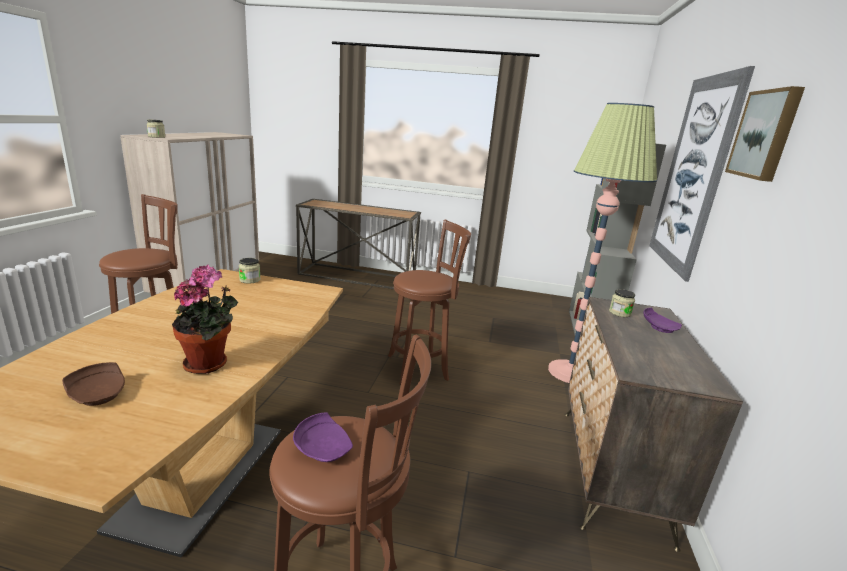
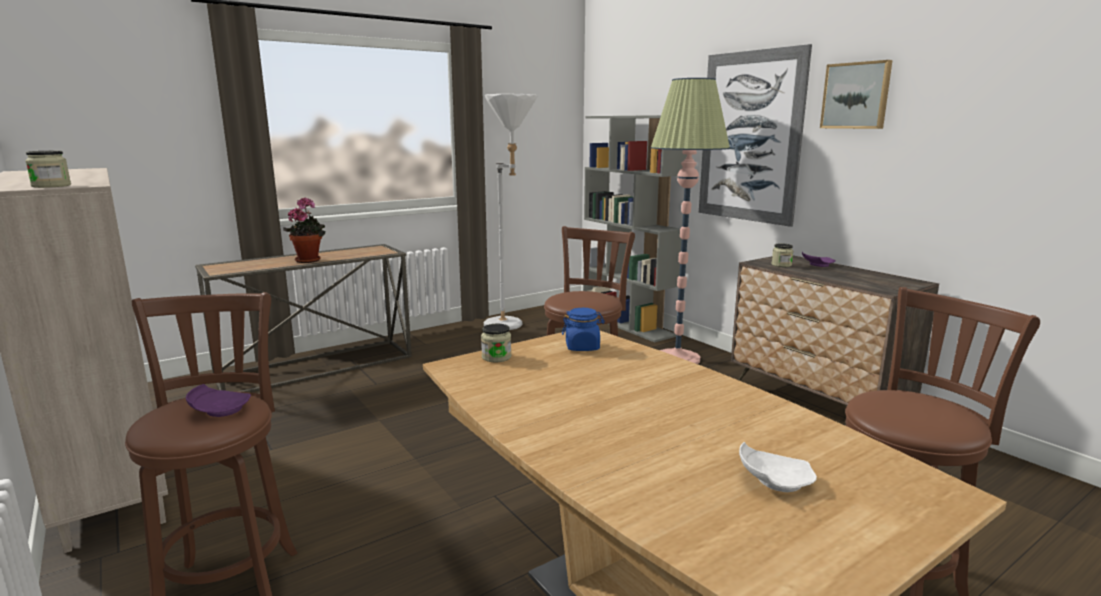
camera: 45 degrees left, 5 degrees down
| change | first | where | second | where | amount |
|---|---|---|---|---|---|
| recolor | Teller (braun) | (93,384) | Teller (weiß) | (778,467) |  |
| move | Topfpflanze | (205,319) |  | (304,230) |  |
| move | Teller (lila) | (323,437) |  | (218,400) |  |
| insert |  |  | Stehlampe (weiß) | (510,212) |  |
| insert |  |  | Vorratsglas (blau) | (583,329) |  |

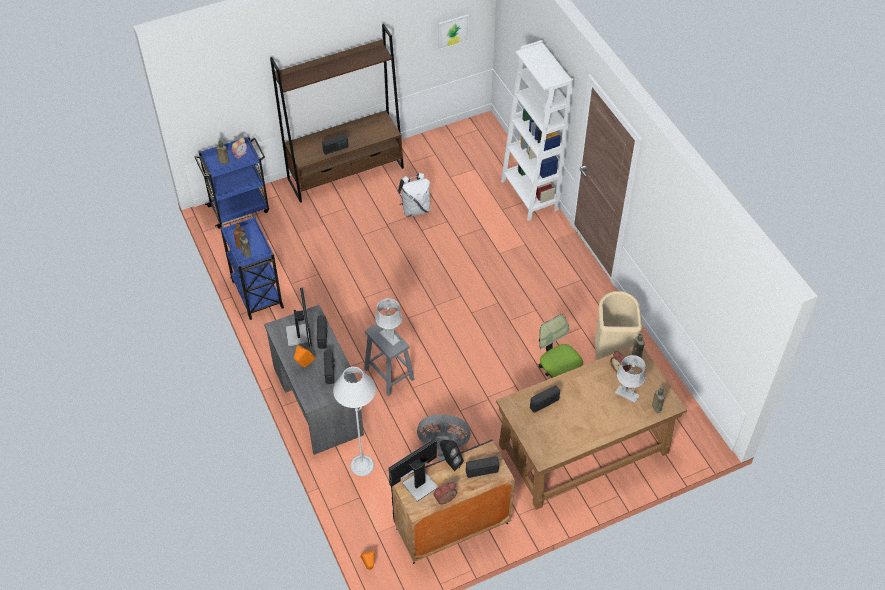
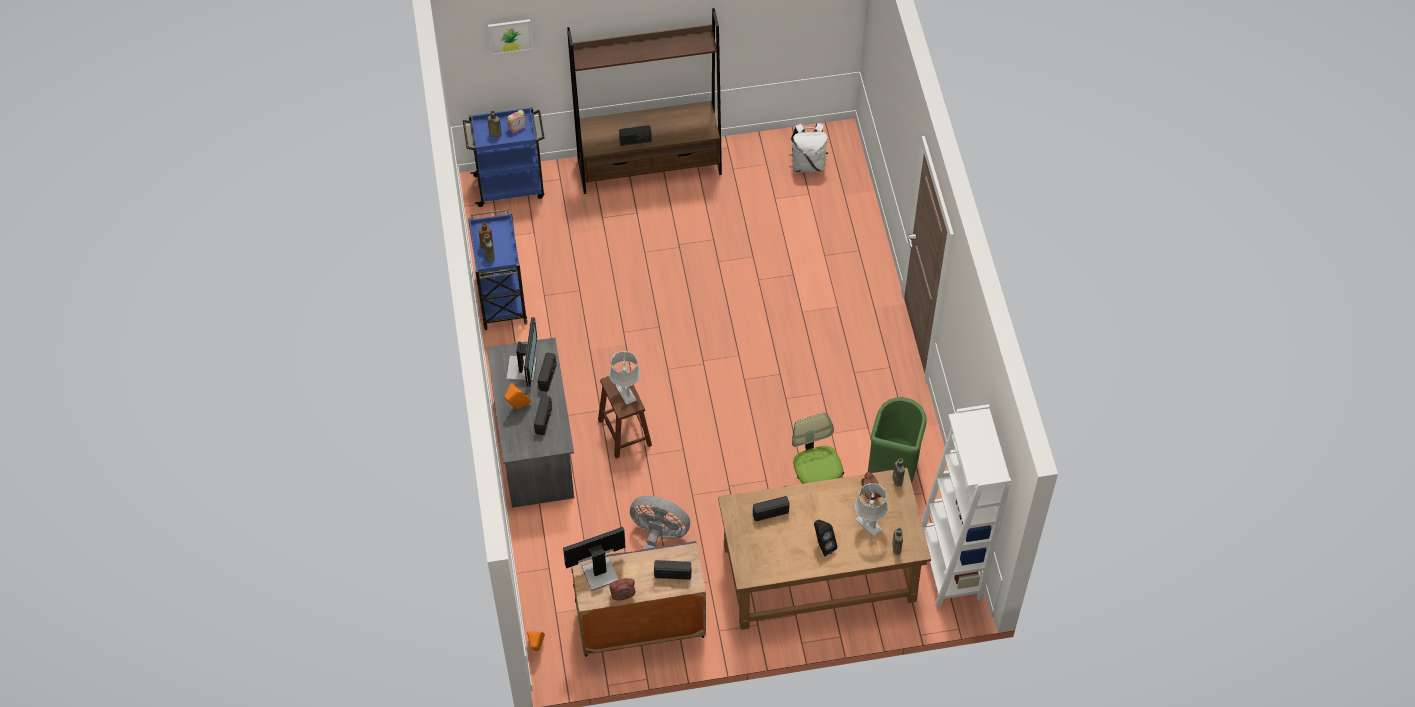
camera: 15 degrees right, 5 degrees up
| change | first | where | second | where | amount |
|---|---|---|---|---|---|
| delete | Stehlampe (grau) | (354,421) |  |  |  |
| recolor | Hocker (grau) | (389,360) | Hocker (braun) | (625,417) |  |
| move | Rucksack (weiß) | (413,195) |  | (808,147) |  |
| move | Bild | (453,32) |  | (510,37) |  |
| move | Lautsprecher (schwarz) | (452,455) |  | (825,538) |  |
| move | Bücherregal (weiß) | (537,130) |  | (966,505) |  |
| recolor | Mülleimer (beige) | (618,325) | Mülleimer (grün) | (897,440) |  |

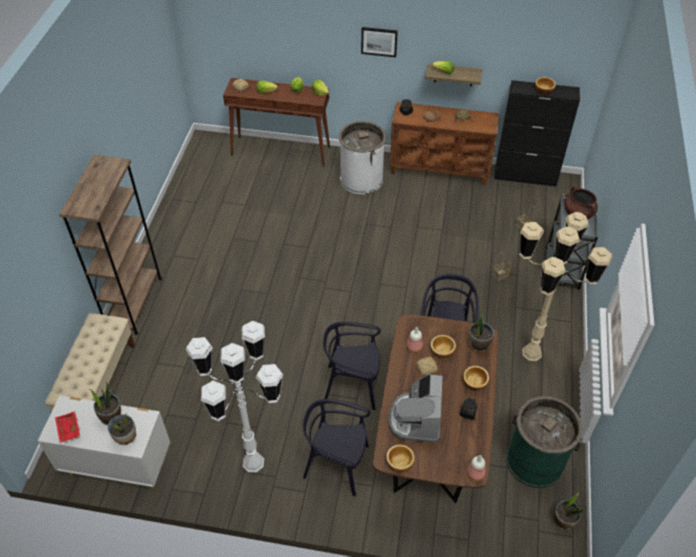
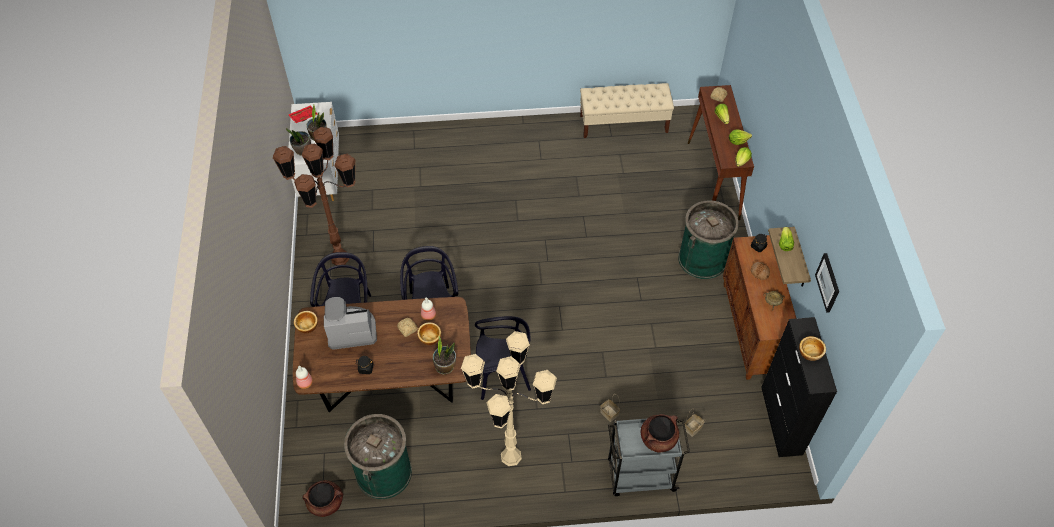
camera: 75 degrees right, 5 degrees up
| change | first | where | second | where | amount |
|---|---|---|---|---|---|
| move | Bank (beige) | (90,362) |  | (627,110) |  |
| delete | Bücherregal (braun) | (110,245) |  |  |  |
| recolor | Stehlampe (weiß) | (234,397) | Stehlampe (braun) | (314,196) |  |
| recolor | Mülleimer (weiß) | (362,157) | Mülleimer (grün) | (708,239) |  |
| move | Bild | (379,42) |  | (827,283) |  |
| delete | Schüssel | (476,378) |  |  |  |
| replace | Topfpflanze | (569,511) | Kochtopf (braun) | (322,498) |  |

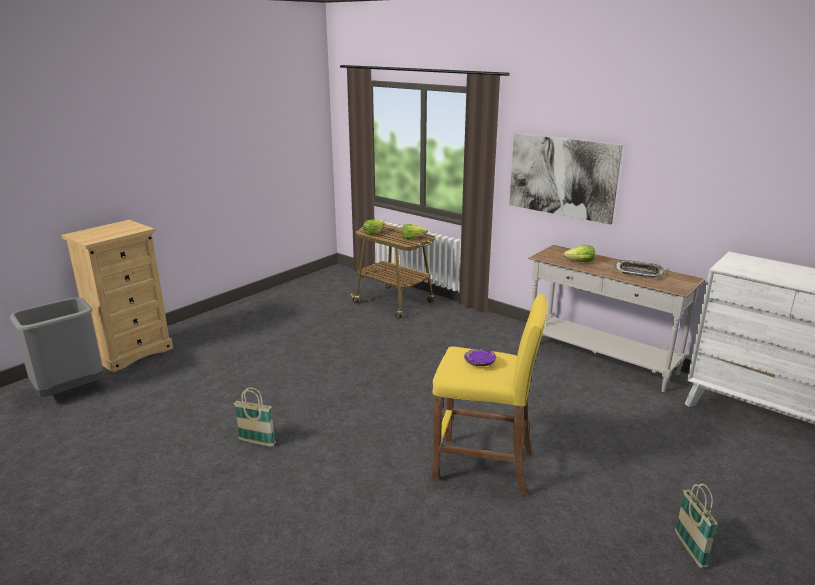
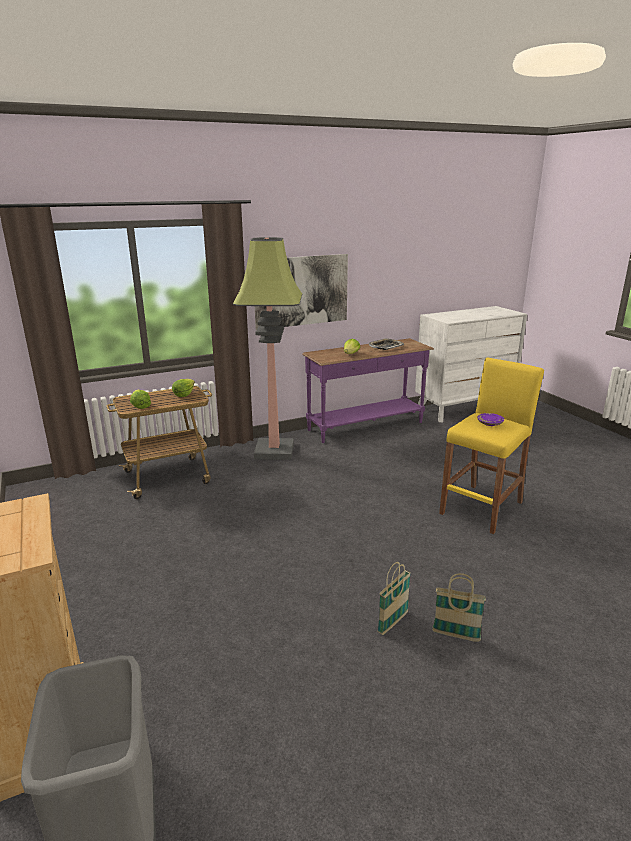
camera: 65 degrees left, 0 degrees up
| change | first | where | second | where | amount |
|---|---|---|---|---|---|
| recolor | Konsolentisch (weiß) | (616,318) | Konsolentisch (lila) | (368,390) |  |
| move | Korb | (696,526) |  | (459,607) |  |
| insert |  |  | Stehlampe | (267,348) |  |

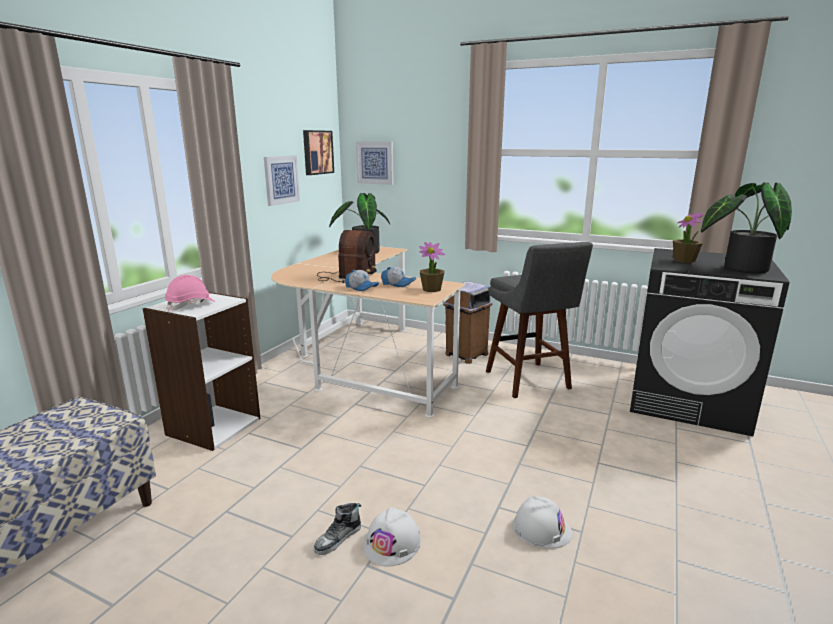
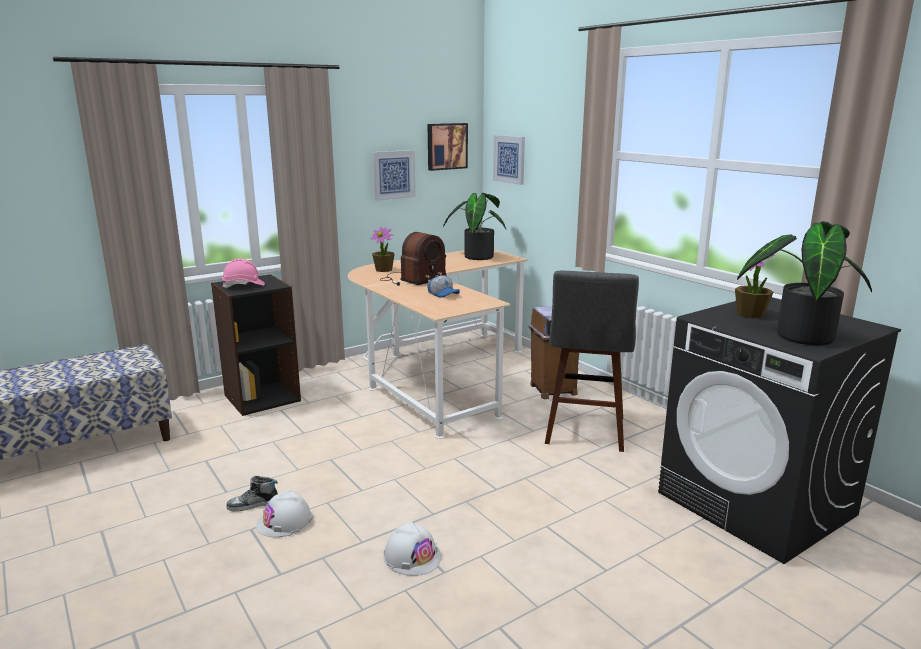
camera: 30 degrees right, 0 degrees up
| change | first | where | second | where | amount |
|---|---|---|---|---|---|
| recolor | Bücherregal (weiß) | (201,371) | Bücherregal (schwarz) | (256,345) |  |
| delete | Kappe | (362,280) |  |  |  |
| move | Topfpflanze | (432,267) |  | (383,249) |  |

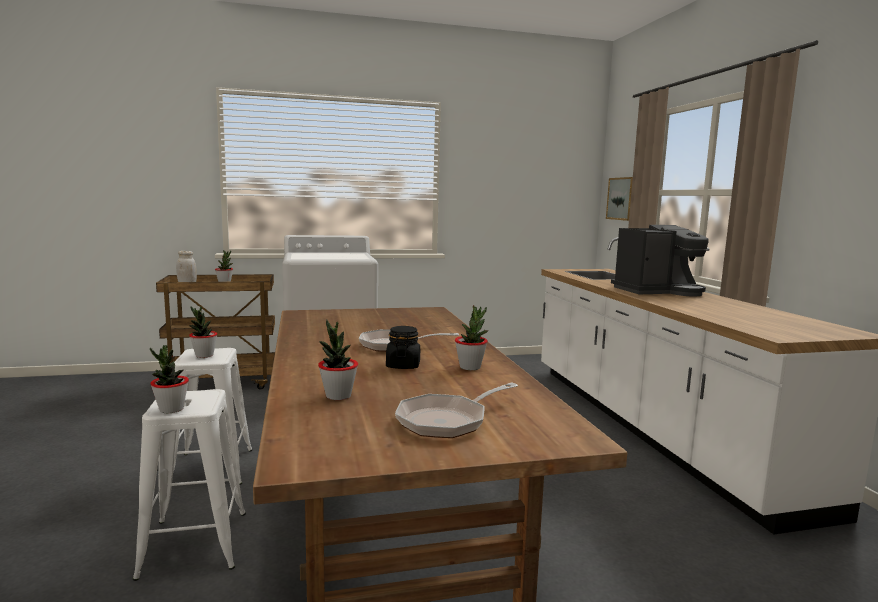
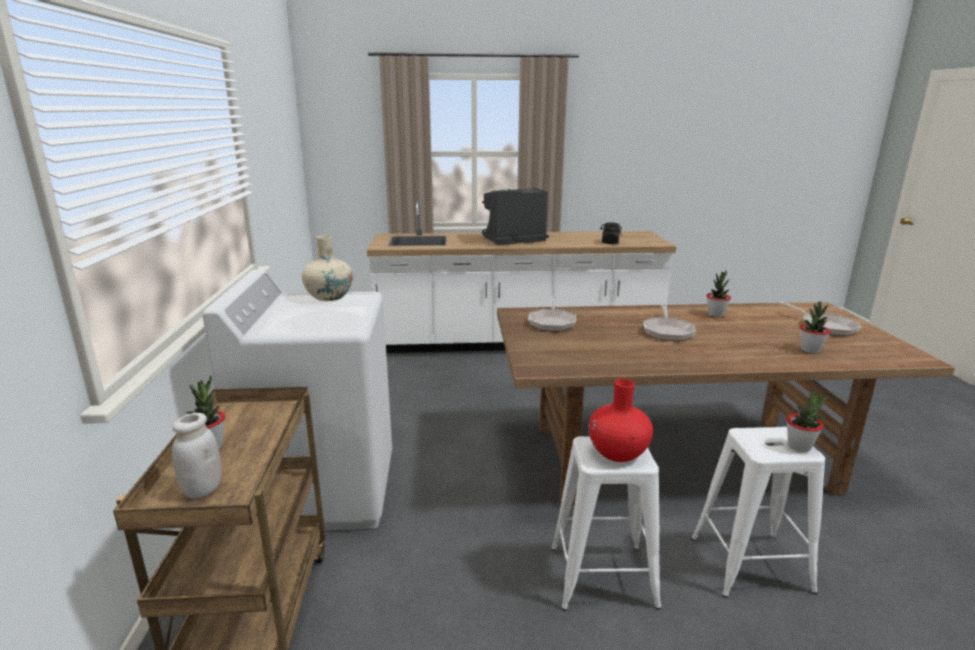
camera: 80 degrees left, 10 degrees up
| change | first | where | second | where | amount |
|---|---|---|---|---|---|
| replace | Topfpflanze | (203,332) | Vase (rot) | (620,420) |  |
| move | Vorratsglas (schwarz) | (403,347) |  | (611,233) |  |
| delete | Bild | (619,199) |  |  |  |
| rotate | Kaffeemaschine | (660,260) |  | (515,216) | 105 degrees counterclockwise |
| insert |  |  | Vase (beige) | (327,268) |  |
| insert |  |  | Pfanne | (552,313) |  |

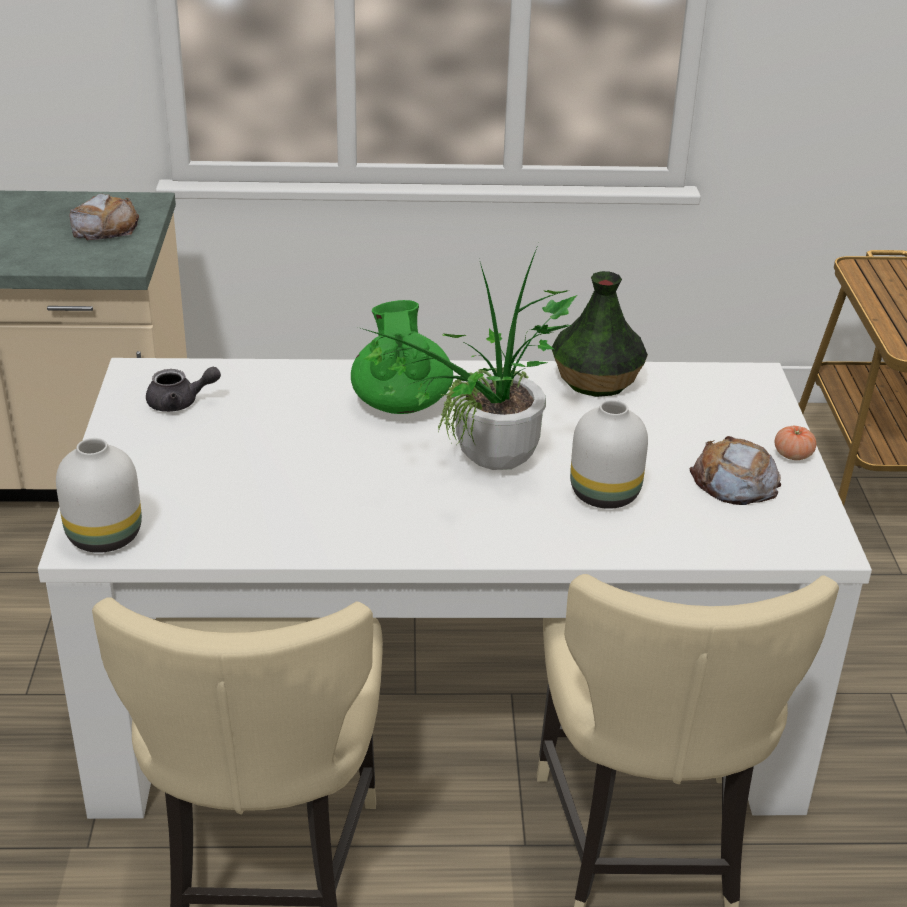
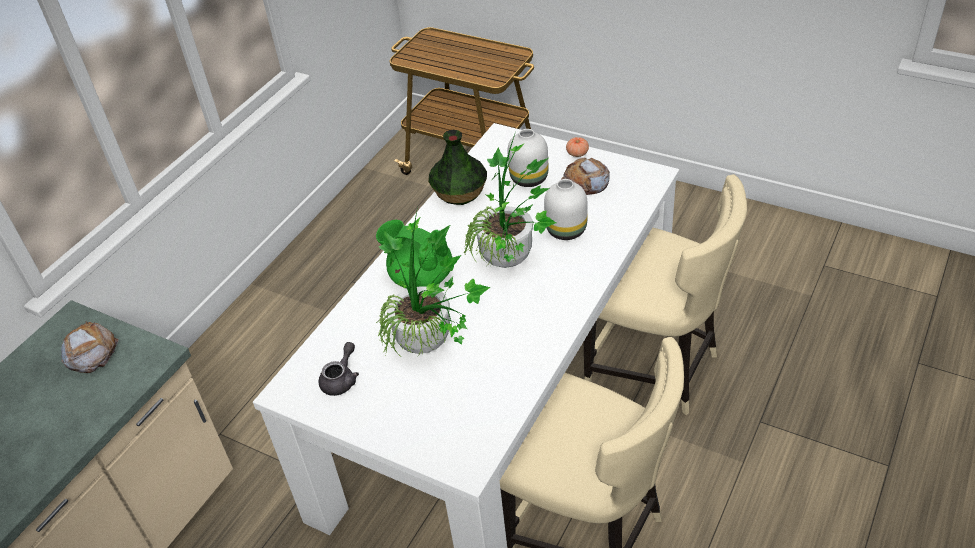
camera: 55 degrees left, 10 degrees up
| change | first | where | second | where | amount |
|---|---|---|---|---|---|
| move | Vase (weiß) | (99,495) |  | (527,158) |  |
| insert |  |  | Topfpflanze | (433,282) |  |

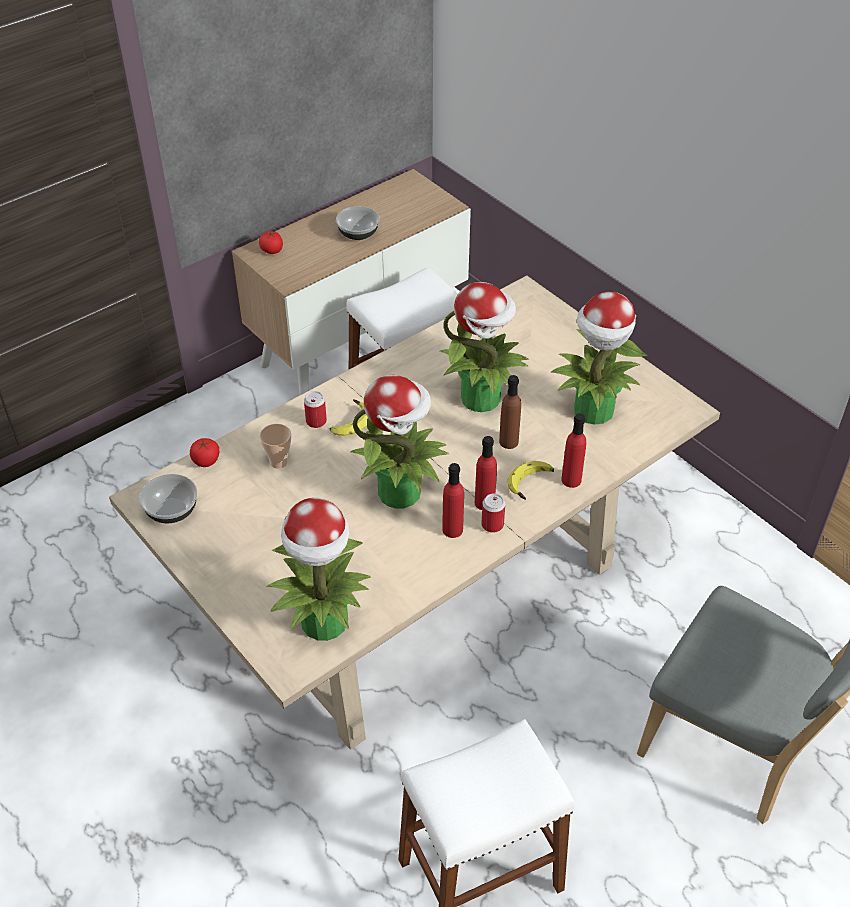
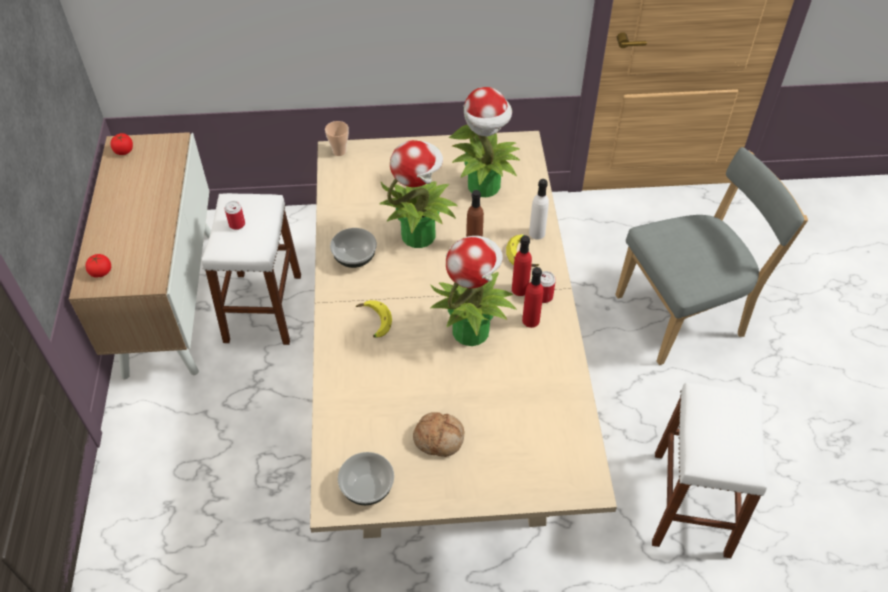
camera: 55 degrees left, 5 degrees up
| change | first | where | second | where | amount |
|---|---|---|---|---|---|
| move | Tomate | (204,452) |  | (121,144) |  |
| move | Tasse | (275,446) |  | (337,138) |  |
| delete | Topfpflanze | (319,569) |  |  |  |
| move | Dose | (315,409) |  | (235,215) |  |
| move | Schüssel | (358,223) |  | (353,248) |  |
| recolor | Flasche (rot) | (573,450) | Flasche (weiß) | (539,209) |  |
| insert |  |  | Brot | (439,434) |  |

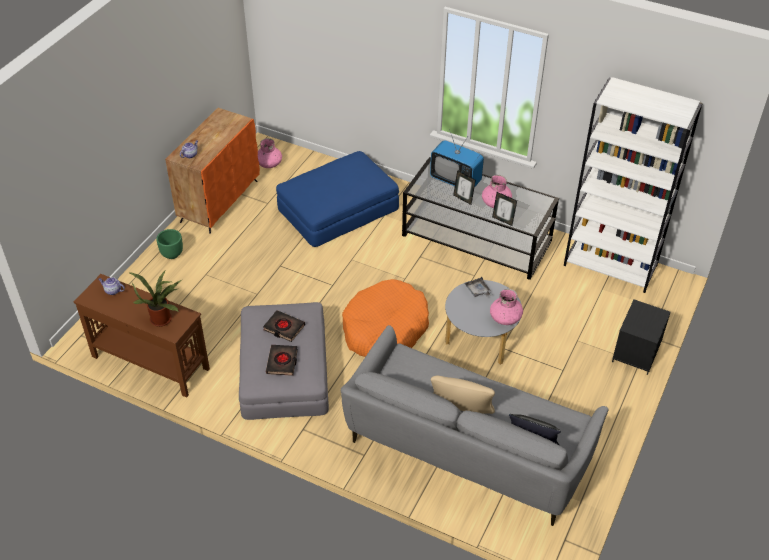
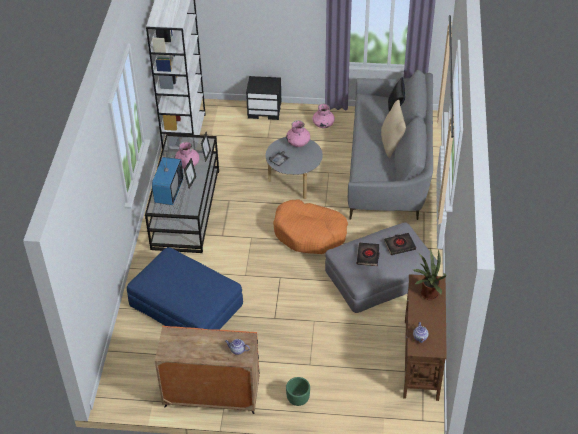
camera: 110 degrees left, 0 degrees up
| change | first | where | second | where | amount |
|---|---|---|---|---|---|
| move | Vase (rosa) | (270,153) |  | (323,115) |  |

